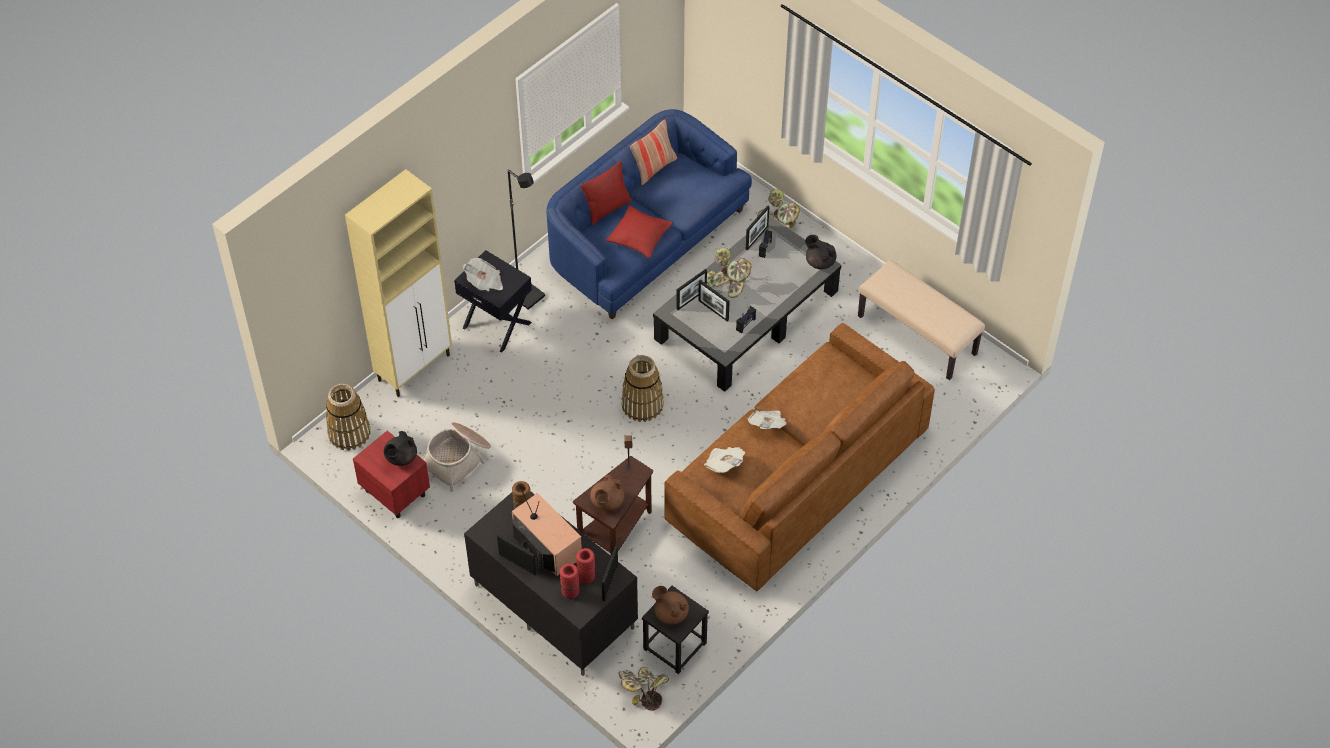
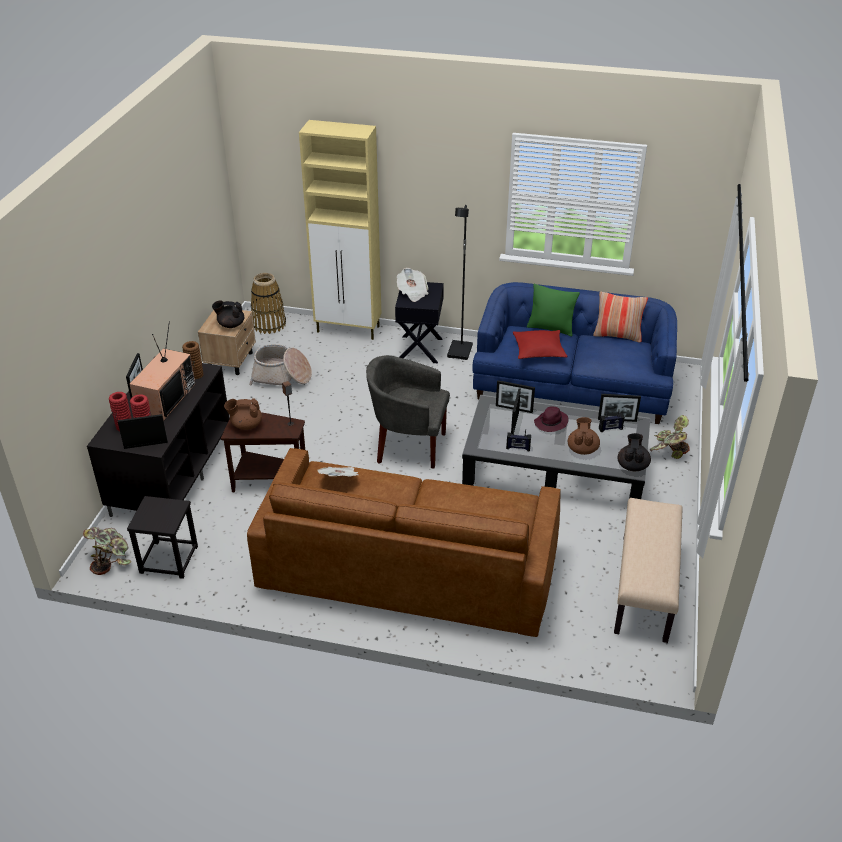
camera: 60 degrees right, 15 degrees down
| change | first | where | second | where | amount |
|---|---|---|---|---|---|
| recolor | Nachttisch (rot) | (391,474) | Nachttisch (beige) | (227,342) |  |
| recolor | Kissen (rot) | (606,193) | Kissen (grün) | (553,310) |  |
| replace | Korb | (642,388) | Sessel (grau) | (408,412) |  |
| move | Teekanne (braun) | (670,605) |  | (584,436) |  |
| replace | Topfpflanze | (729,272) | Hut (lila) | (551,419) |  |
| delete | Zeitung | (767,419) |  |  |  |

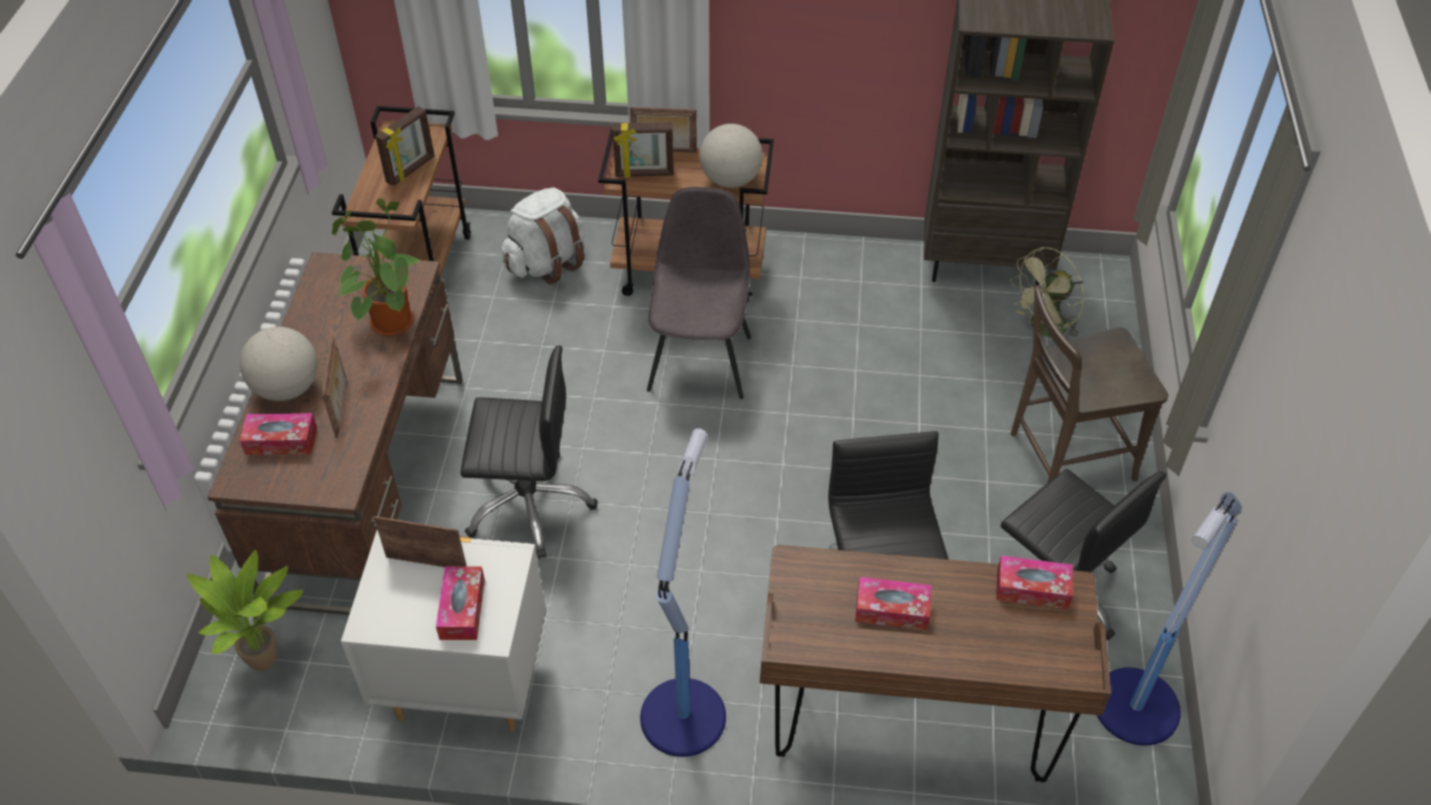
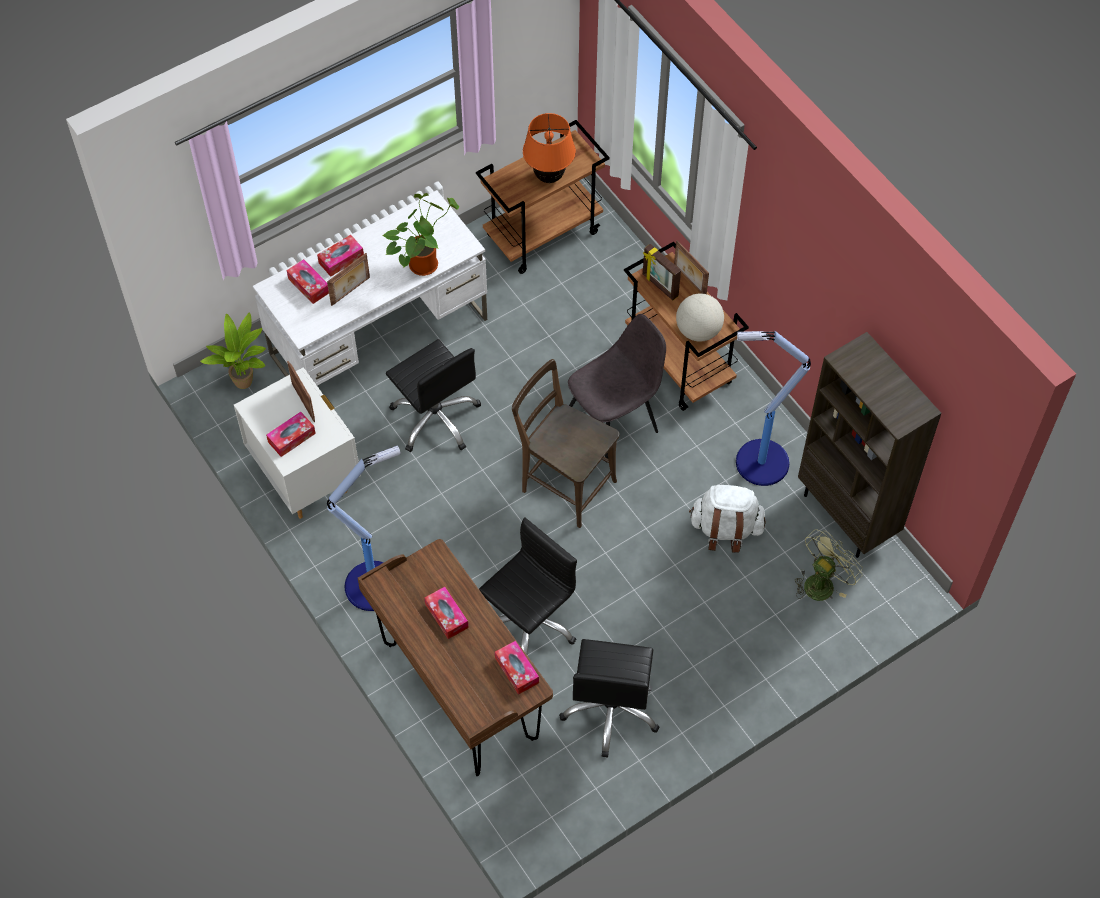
camera: 50 degrees right, 10 degrees up
| change | first | where | second | where | amount |
|---|---|---|---|---|---|
| recolor | Schreibtisch (braun) | (335,433) | Schreibtisch (weiß) | (370,288) |  |
| replace | Globus | (279,364) | Taschentuchbox | (340,256) |  |
| replace | Bilderrahmen | (404,146) | Tischlampe (orange) | (549,148) |  |
| move | Rucksack (weiß) | (543,236) |  | (727,518) |  |
| rotate | Ventilator (grün) | (1047,294) |  | (829,565) | 120 degrees clockwise |
| move | Stuhl (braun) | (1089,384) |  | (565,443) |  |
| move | Stehlampe | (1169,618) |  | (773,408) |  |

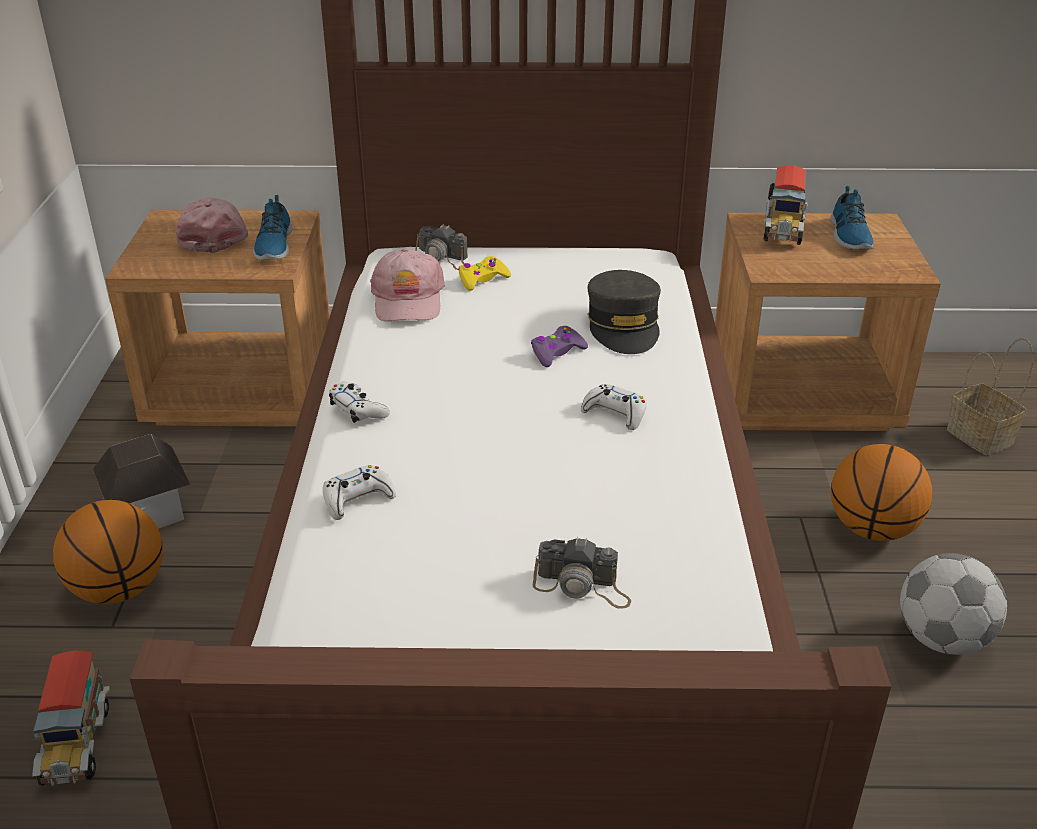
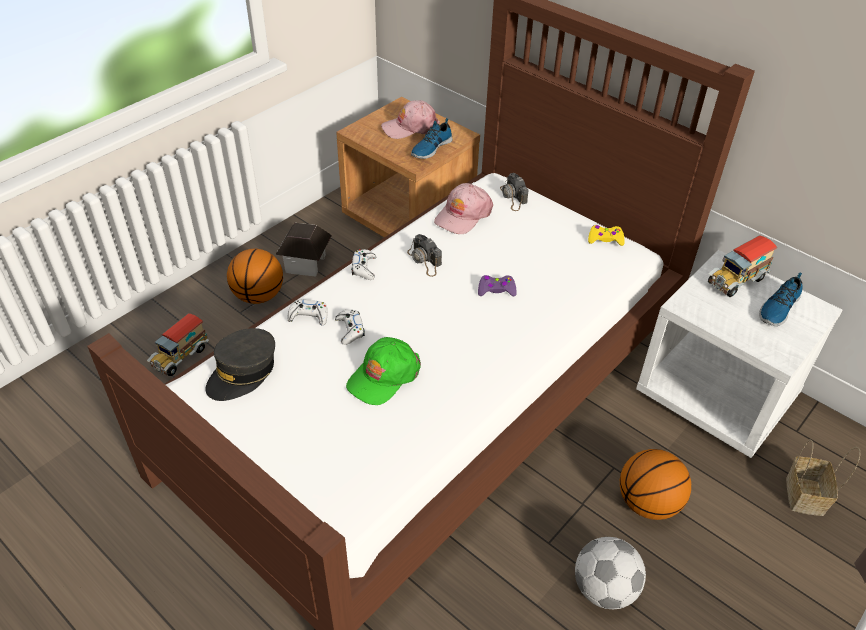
camera: 40 degrees right, 10 degrees up
| change | first | where | second | where | amount |
|---|---|---|---|---|---|
| rotate | Kappe (rosa) | (212,225) |  | (410,119) | 135 degrees counterclockwise |
| move | Gamepad (gelb) | (484,273) |  | (606,235) |  |
| move | Kamera | (582,573) |  | (424,255) |  |
| move | Gamepad (weiß) | (614,407) |  | (350,327) |  |
| move | Kappe (grau) | (624,312) |  | (240,364) |  |
| recolor | Nachttisch (braun) | (828,322) | Nachttisch (weiß) | (739,354) |  |
| insert |  |  | Kappe (grün) | (383,371) |  |

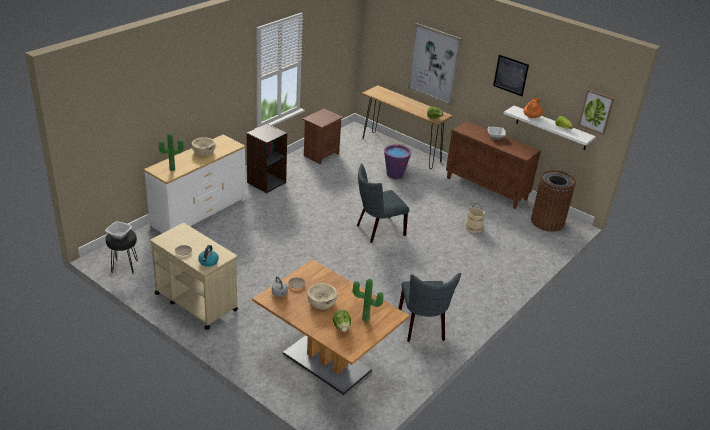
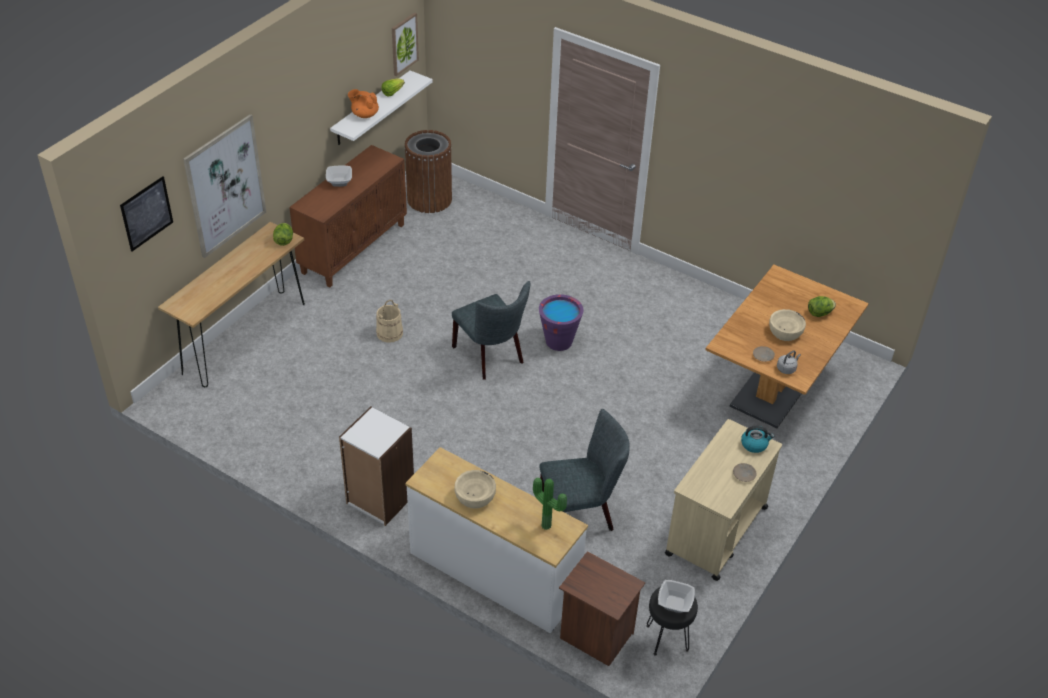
camera: 95 degrees left, 10 degrees up
| change | first | where | second | where | amount |
|---|---|---|---|---|---|
| recolor | Bücherregal (schwarz) | (266,158) | Bücherregal (weiß) | (376,466) |  |
| move | Nachttisch (braun) | (322,136) |  | (602,608) |  |
| delete | Topfpflanze | (368,300) |  |  |  |
| move | Eimer (lila) | (398,161) |  | (561,322) |  |
| move | Stuhl (grau) | (429,307) |  | (585,470) |  |
| move | Eimer (beige) | (475,218) |  | (389,321) |  |
| move | Bild | (511,75) |  | (146,213) |  |

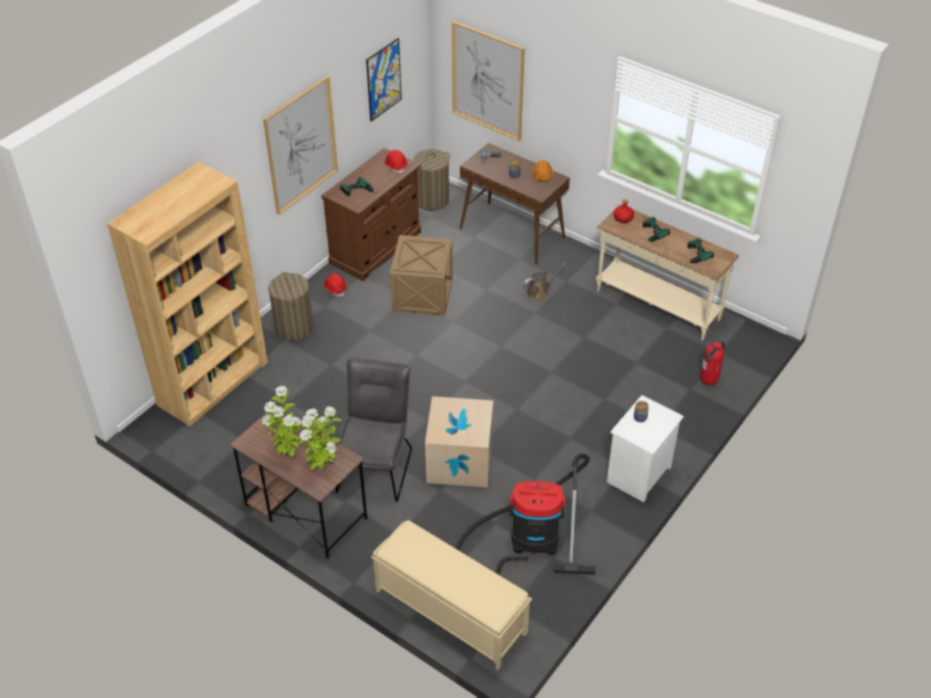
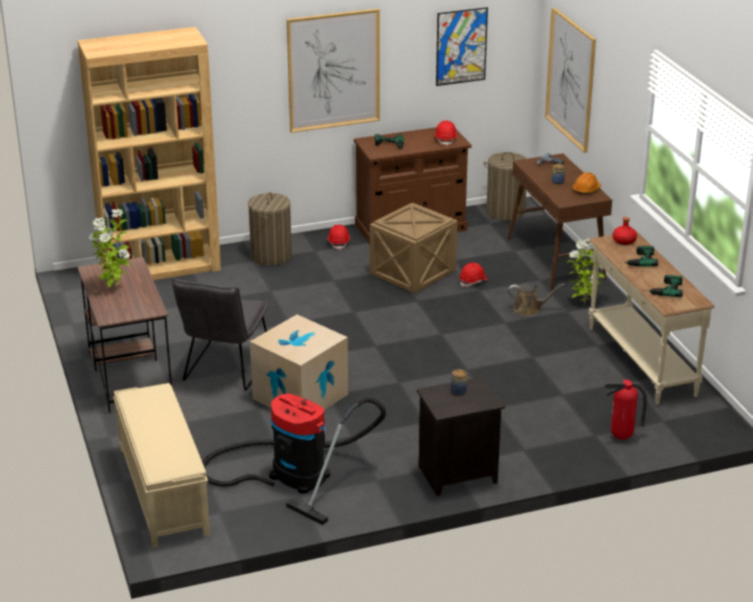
camera: 35 degrees right, 15 degrees down
| change | first | where | second | where | amount |
|---|---|---|---|---|---|
| move | Topfpflanze | (319,438) |  | (585,271) |  |
| rotate | Stuhl (grau) | (374,430) |  | (219,334) | 150 degrees clockwise |
| recolor | Nachttisch (weiß) | (645,448) | Nachttisch (schwarz) | (461,436) |  |
| insert |  |  | Schutzhelm (rot) | (473,275) |  |

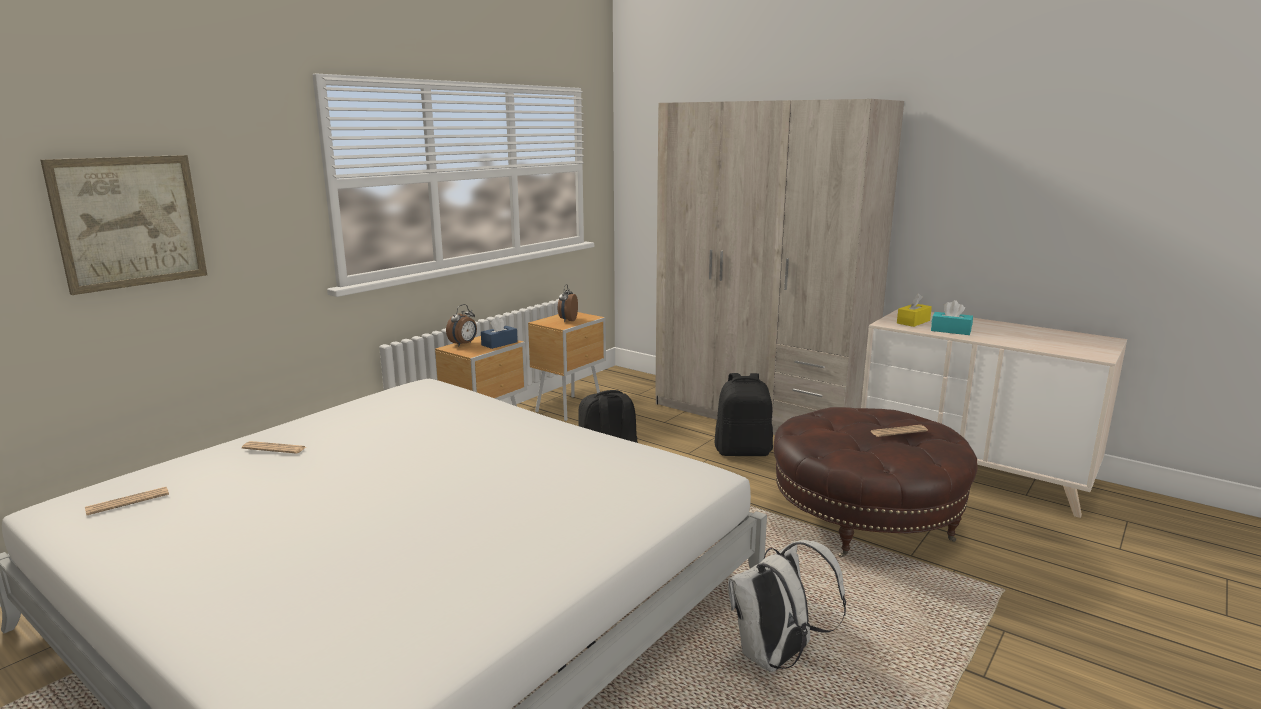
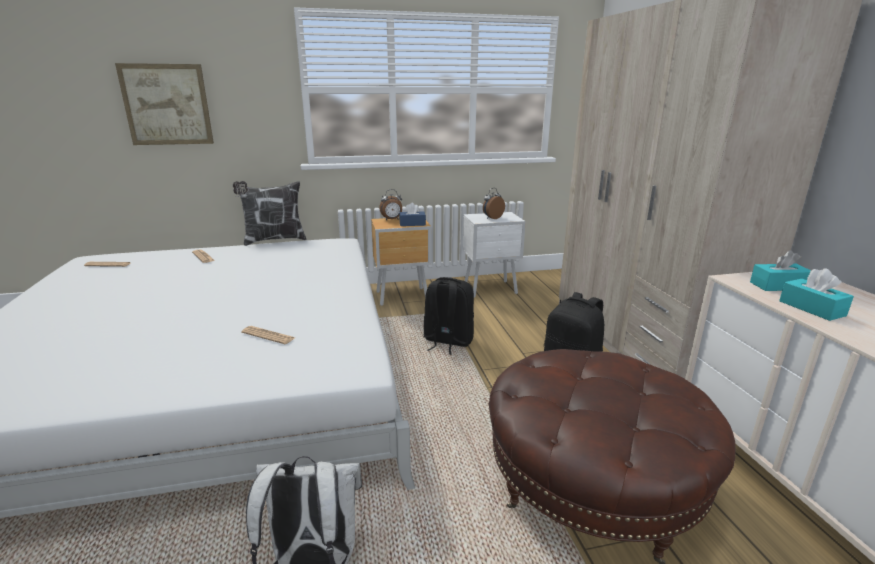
camera: 40 degrees right, 5 degrees up
| change | first | where | second | where | amount |
|---|---|---|---|---|---|
| recolor | Nachttisch (braun) | (567,366) | Nachttisch (weiß) | (494,255) |  |
| move | Zeitung | (899,431) |  | (267,335) |  |
| recolor | Taschentuchbox (gelb) | (914,310) | Taschentuchbox (türkis) | (780,270) |  |
| insert |  |  | Kissen | (270,213) |  |

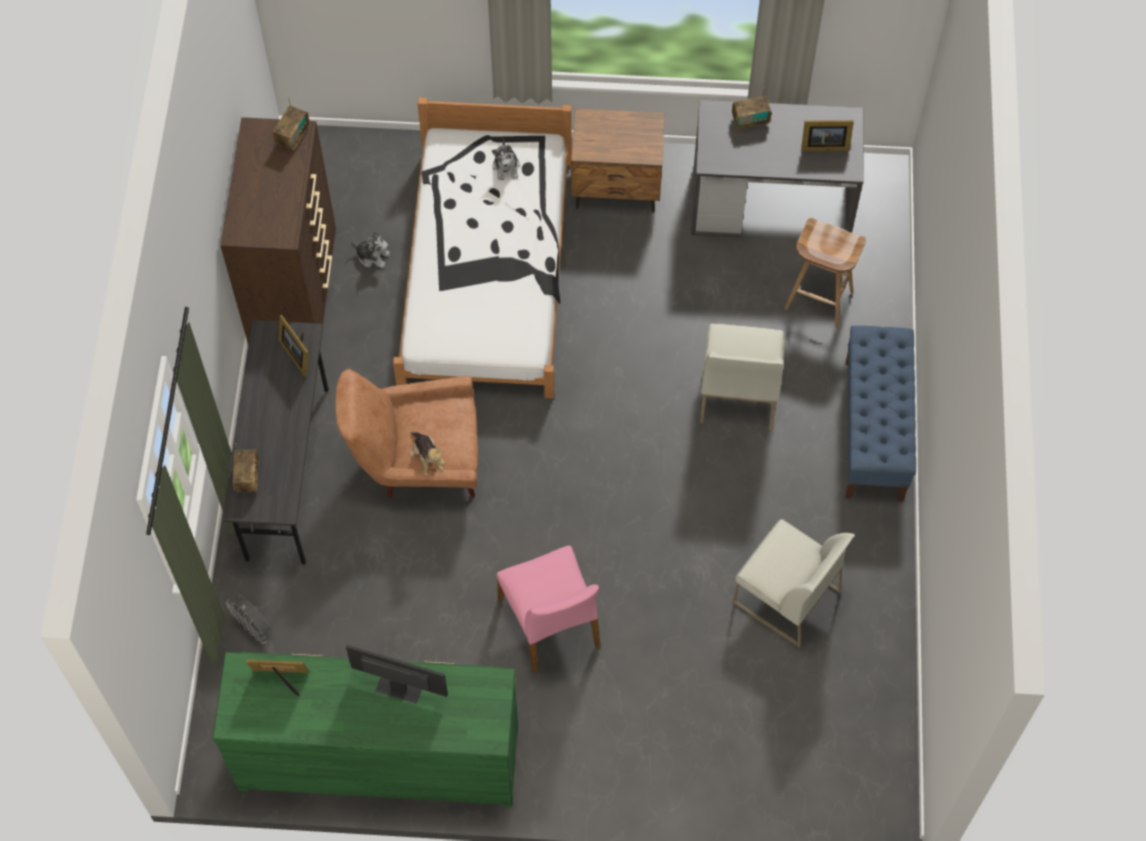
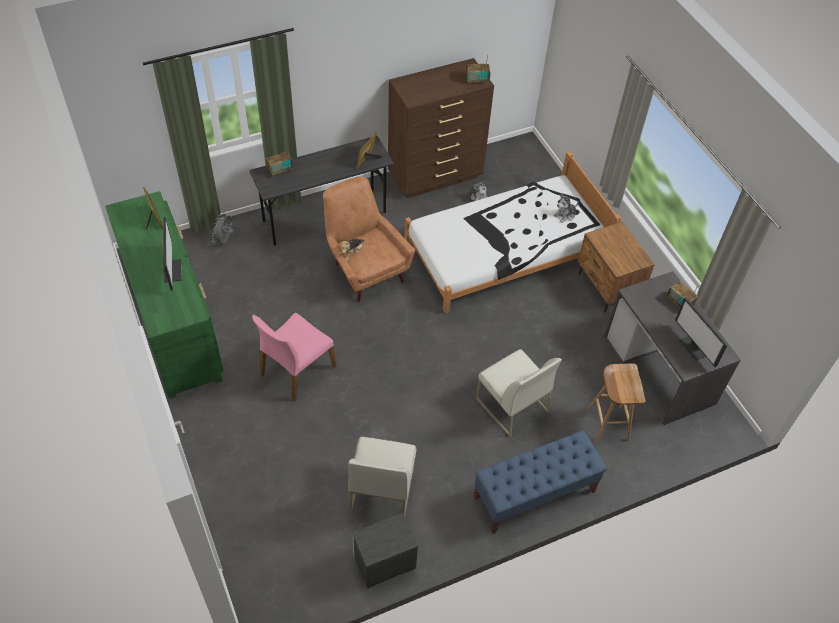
camera: 60 degrees right, 10 degrees down
| change | first | where | second | where | amount |
|---|---|---|---|---|---|
| rotate | Stuhl (weiß) | (742,376) |  | (519,393) | 105 degrees counterclockwise |
| replace | Bilderrahmen | (827,135) | Monitor | (701,332) |  |
| insert |  |  | Nachttisch | (385,551) |  |

